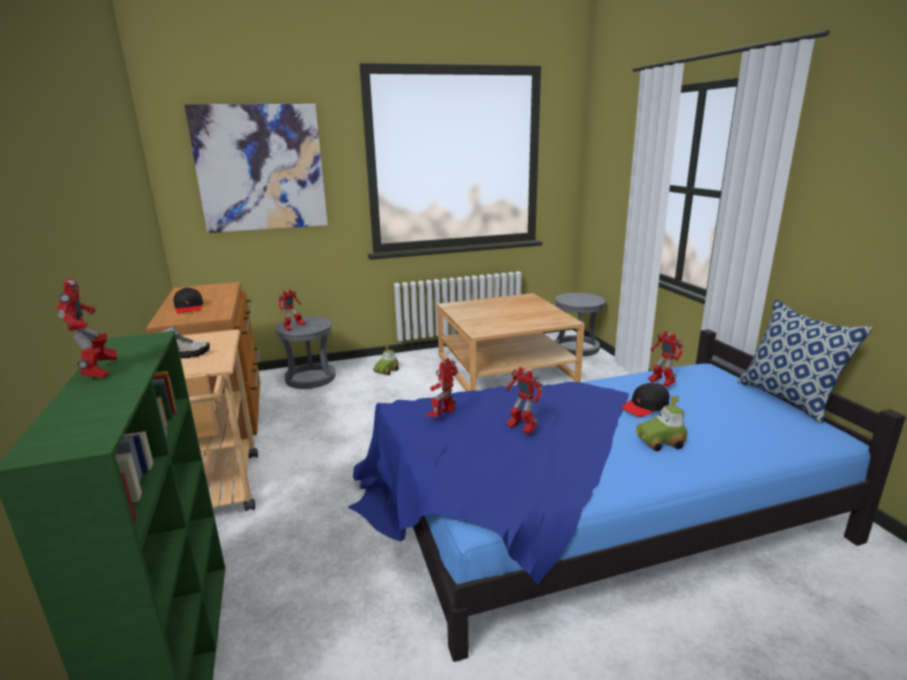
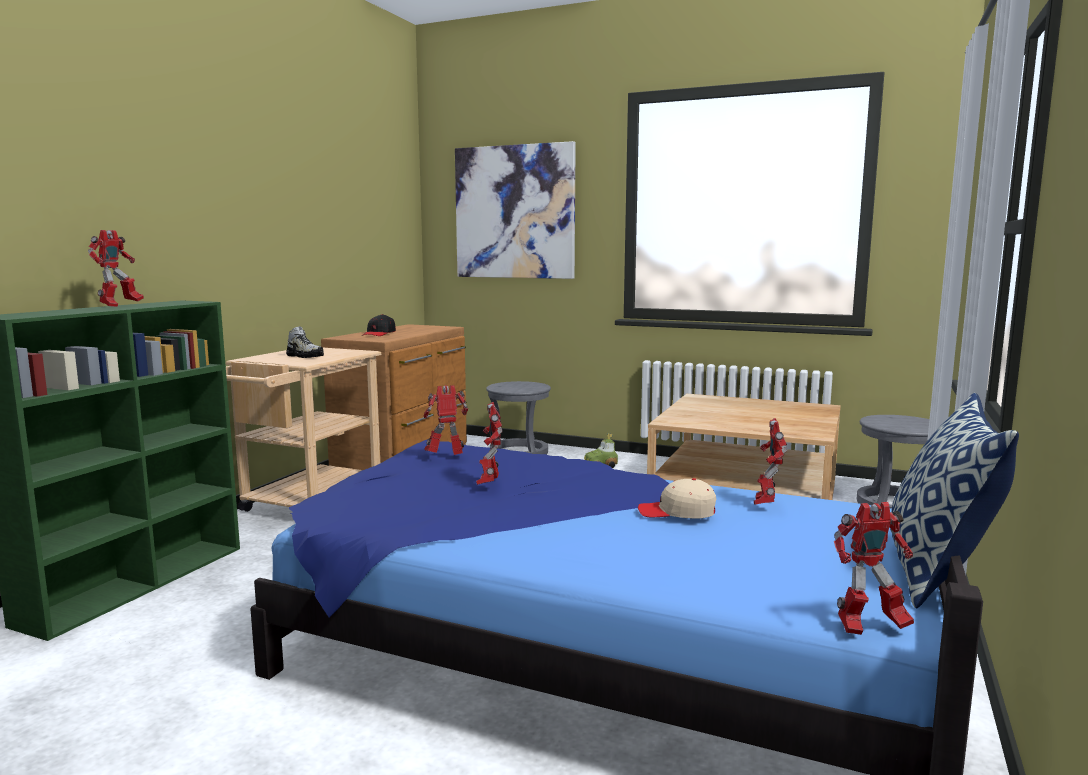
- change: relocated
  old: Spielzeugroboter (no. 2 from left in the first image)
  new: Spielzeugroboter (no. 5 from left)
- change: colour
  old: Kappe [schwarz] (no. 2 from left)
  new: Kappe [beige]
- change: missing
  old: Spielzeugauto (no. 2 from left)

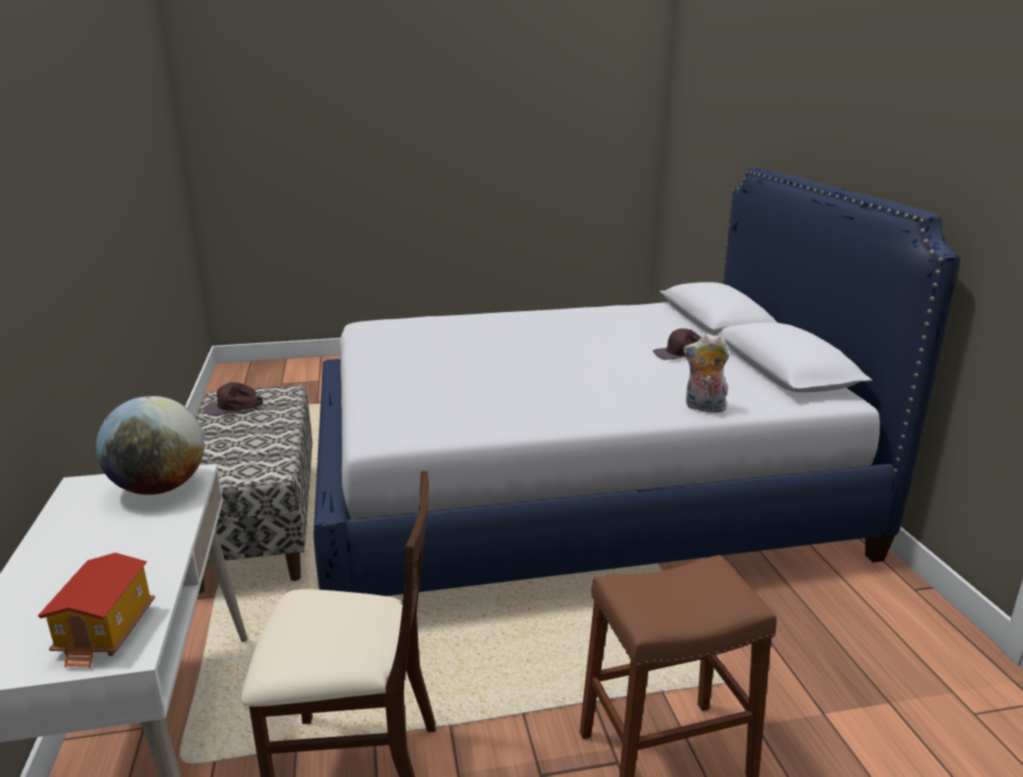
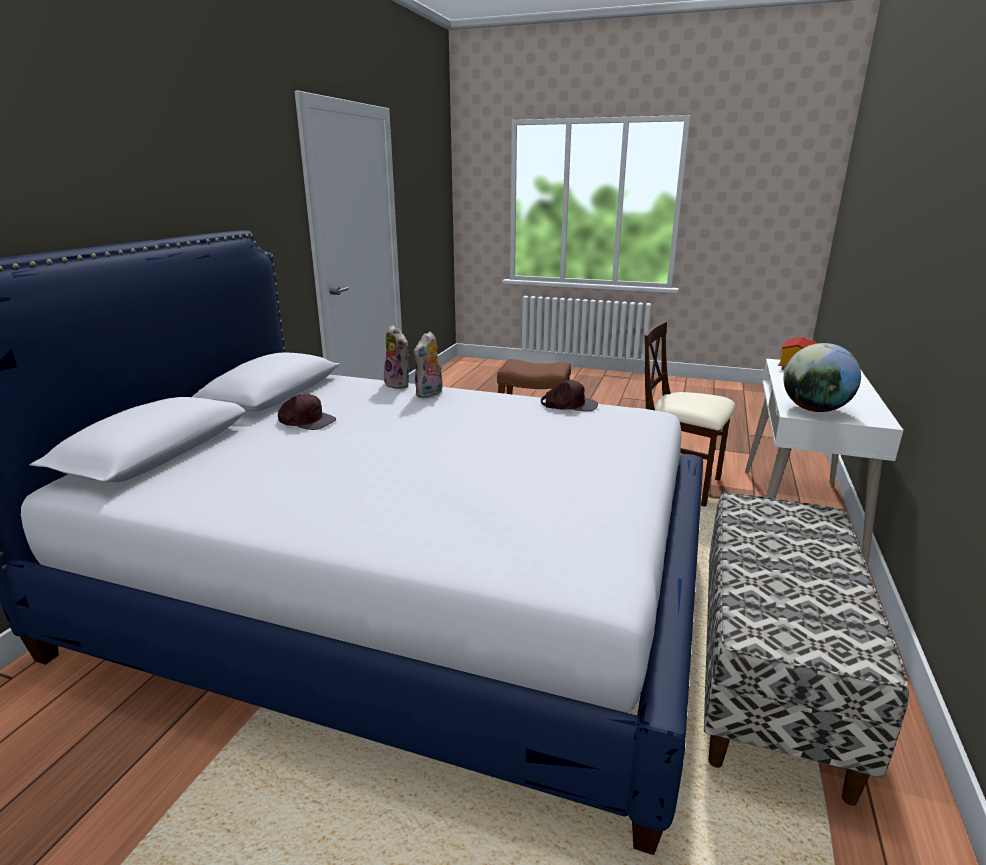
- change: relocated
  old: Kappe [braun] (no. 1 from left in the first image)
  new: Kappe [braun] (no. 2 from left)
- change: appeared
  new: Plüschtier (no. 2 from left)

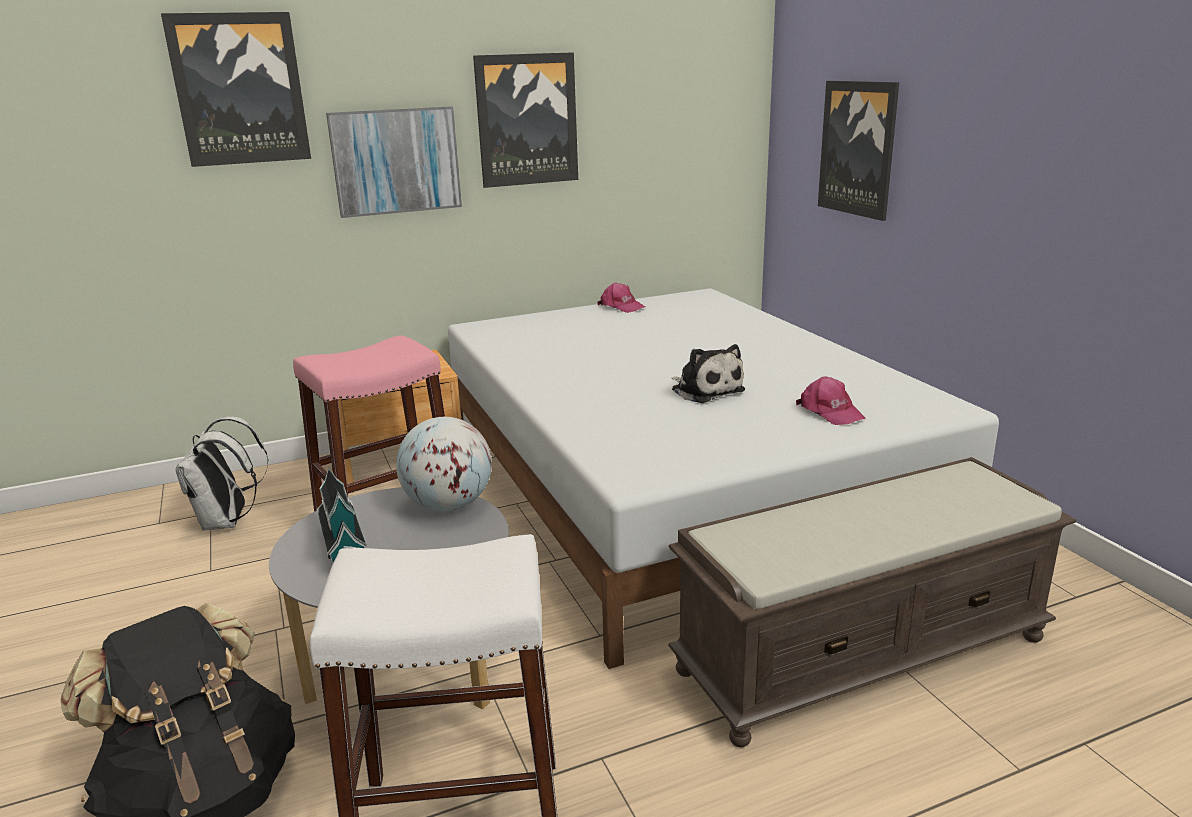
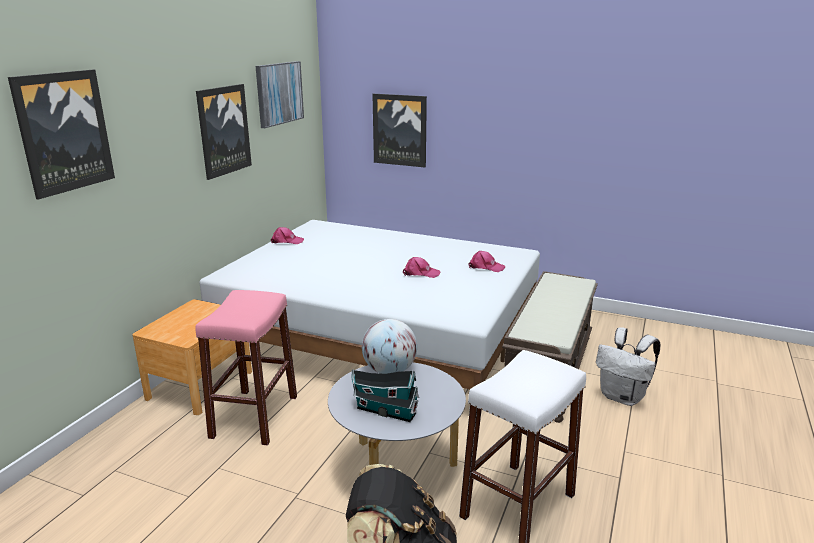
- change: relocated
  old: Rucksack [weiß]
- change: relocated
  old: Bild (no. 2 from left in the first image)
  new: Bild (no. 3 from left)
- change: exchanged
  old: Plüschtier
  new: Kappe [rosa] (no. 2 from left)

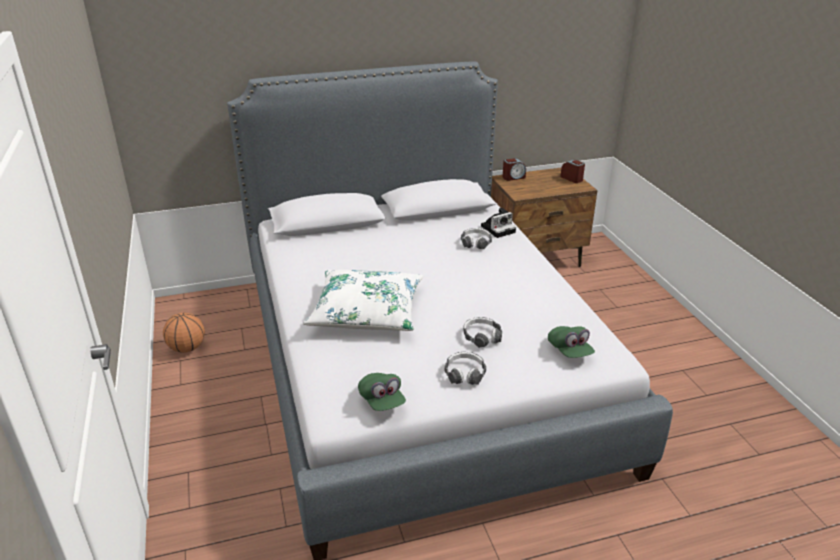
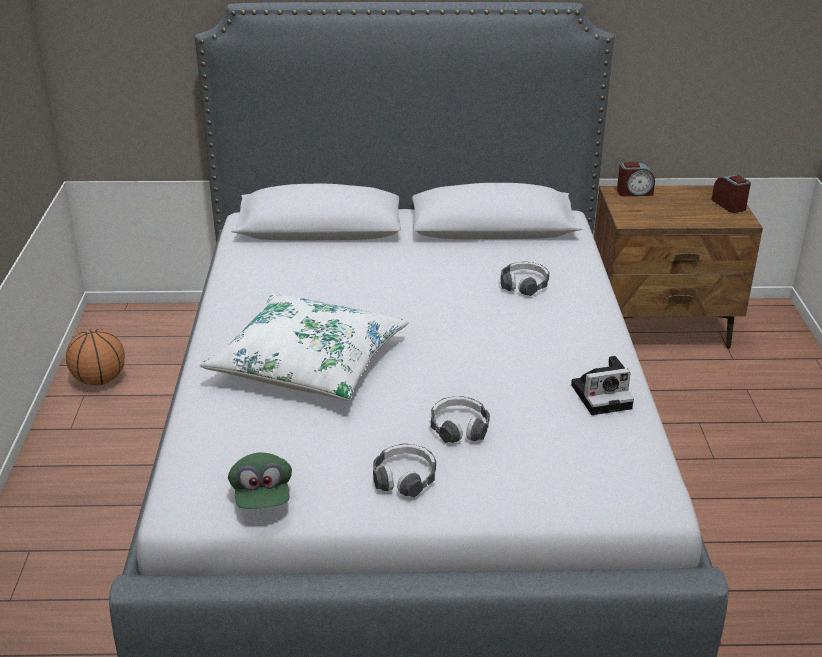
- change: relocated
  old: Kamera
- change: missing
  old: Kappe [grün] (no. 2 from left)

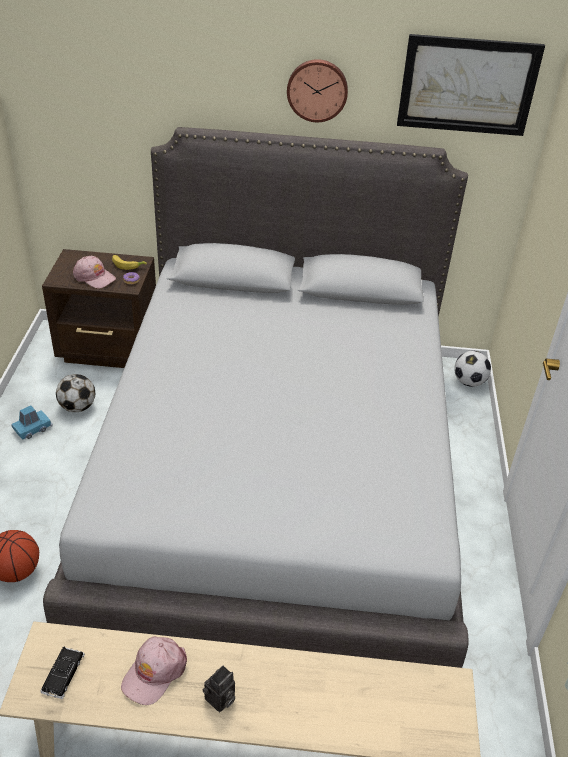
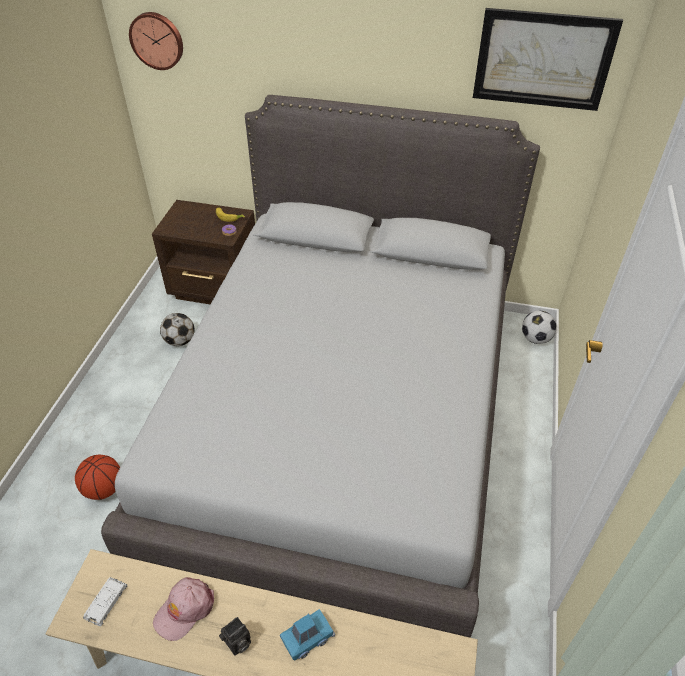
- change: relocated
  old: Spielzeugauto [blau]
- change: colour
  old: Spielzeugauto [schwarz]
  new: Spielzeugauto [weiß]
- change: missing
  old: Kappe [rosa] (no. 1 from left)
- change: relocated
  old: Wanduhr

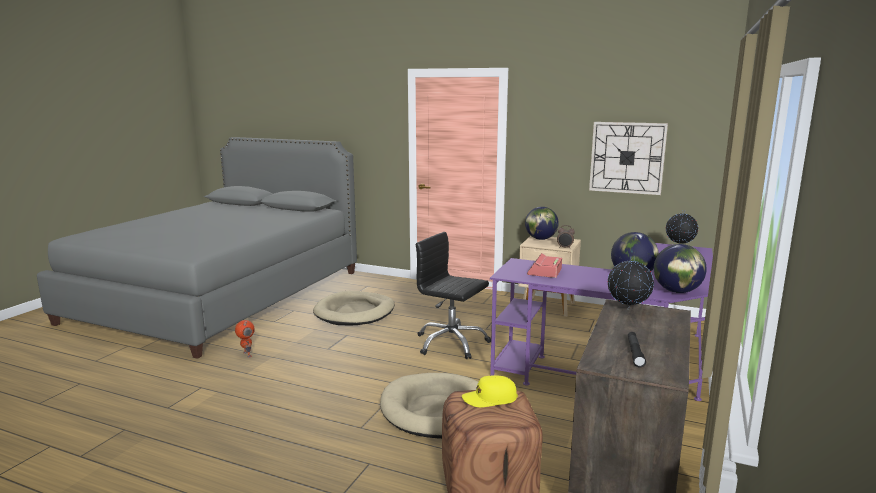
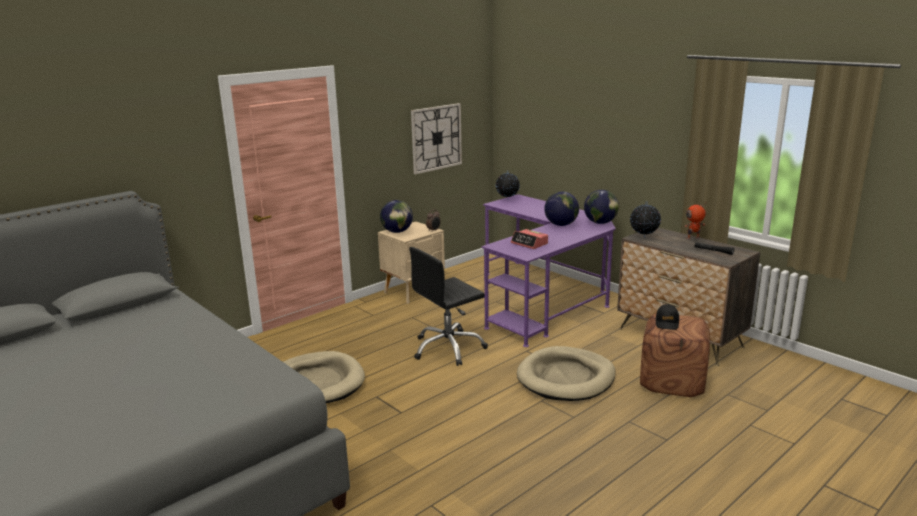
- change: relocated
  old: Spielzeugroboter
- change: colour
  old: Kappe [gelb]
  new: Kappe [schwarz]

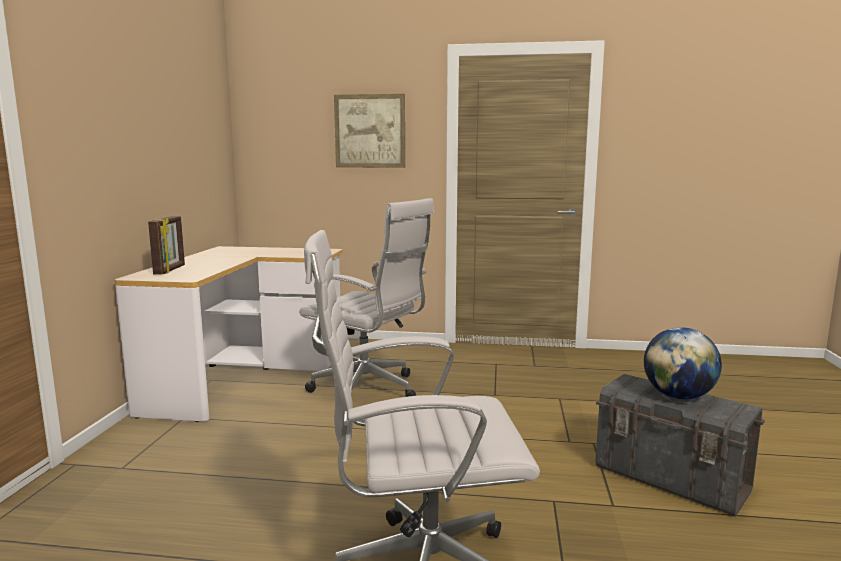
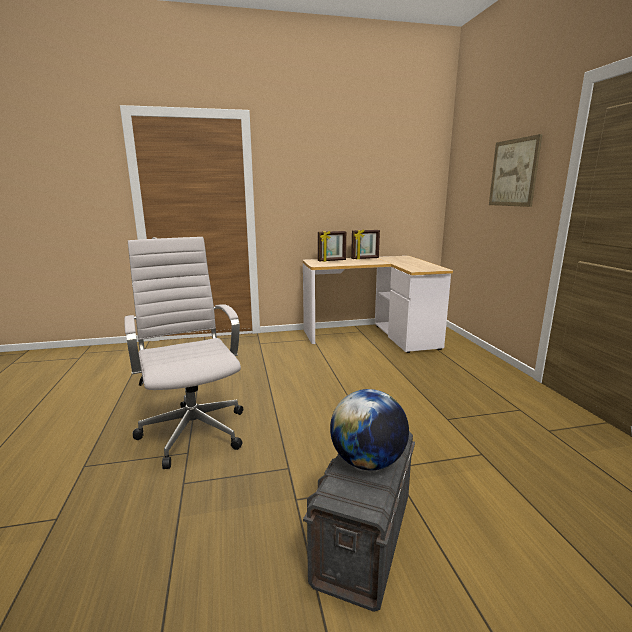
- change: missing
  old: Bürostuhl [weiß] (no. 1 from left)
- change: appeared
  new: Bilderrahmen (no. 2 from left)

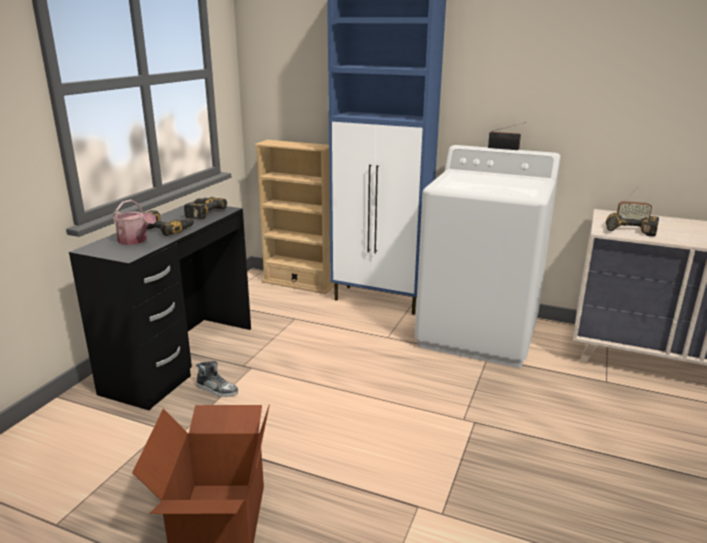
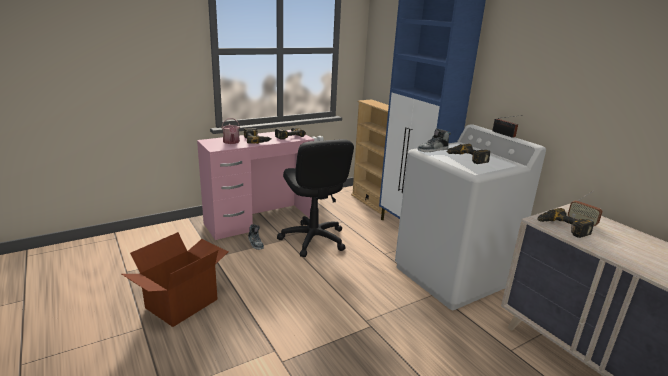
- change: colour
  old: Schreibtisch [schwarz]
  new: Schreibtisch [rosa]
- change: appeared
  new: Bürostuhl [schwarz]
- change: appeared
  new: Schuh (no. 2 from left)
- change: appeared
  new: Bohrmaschine (no. 3 from left)

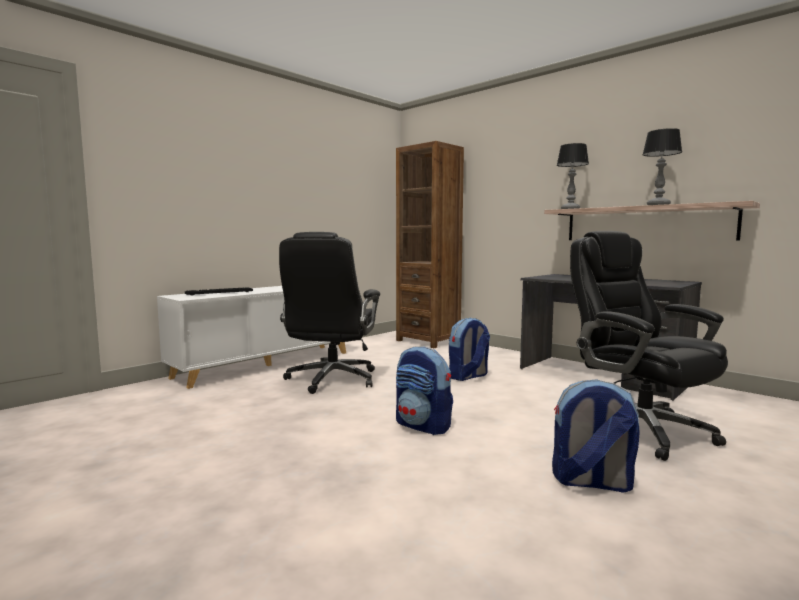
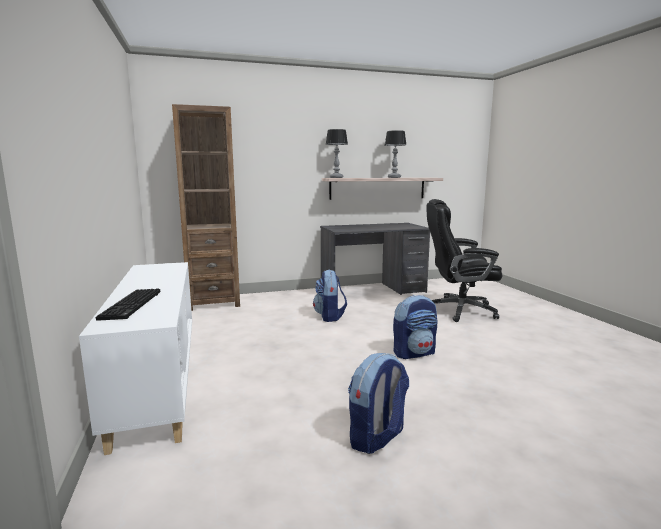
- change: missing
  old: Bürostuhl [schwarz] (no. 1 from left)
- change: relocated
  old: Rucksack (no. 3 from left in the first image)
  new: Rucksack (no. 2 from left)

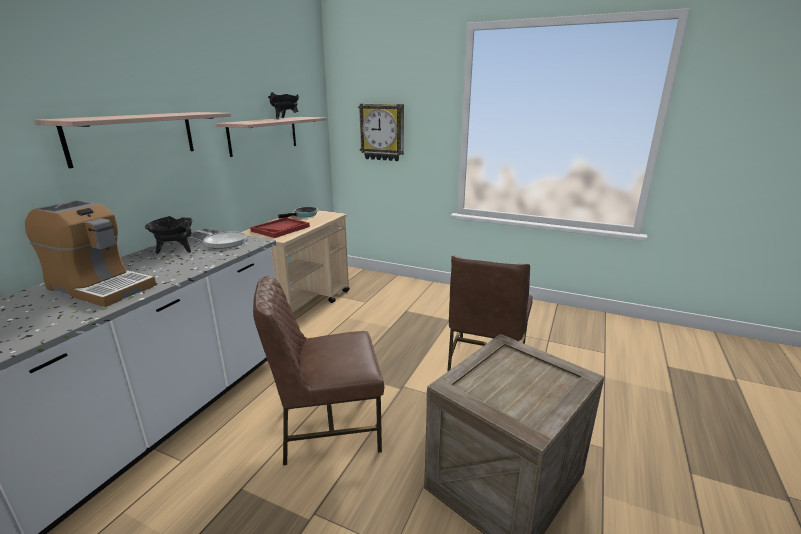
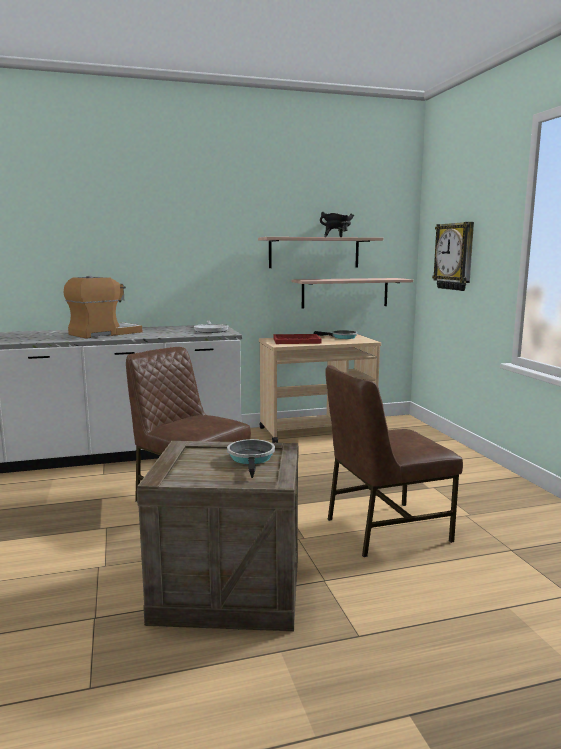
- change: spun
  old: Kaffeemaschine
  degrees: -120
- change: relocated
  old: Wandregal (no. 1 from left in the first image)
  new: Wandregal (no. 2 from left)
- change: missing
  old: Kochtopf [schwarz] (no. 1 from left)
- change: appeared
  new: Pfanne (no. 2 from left)

